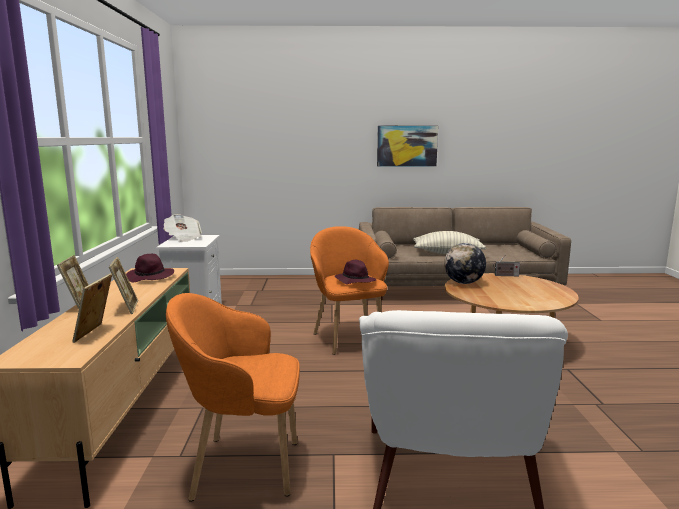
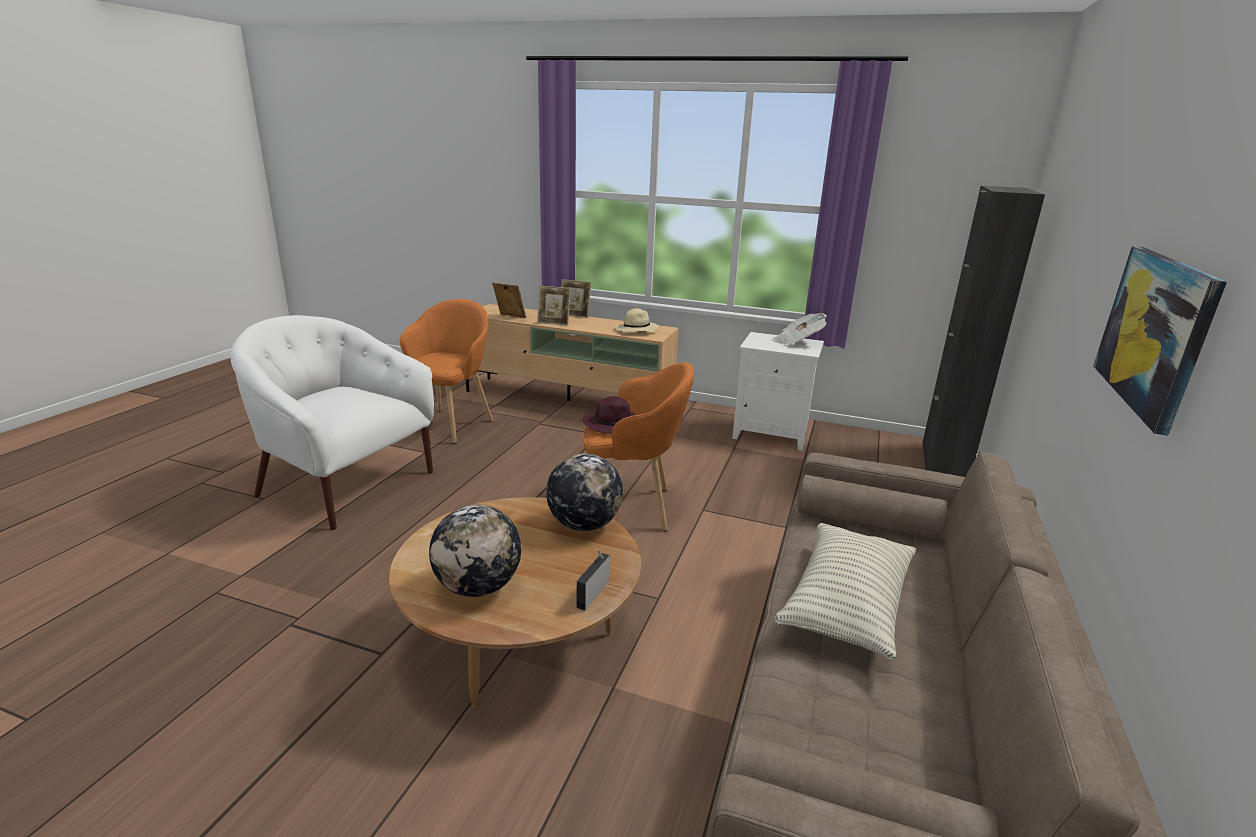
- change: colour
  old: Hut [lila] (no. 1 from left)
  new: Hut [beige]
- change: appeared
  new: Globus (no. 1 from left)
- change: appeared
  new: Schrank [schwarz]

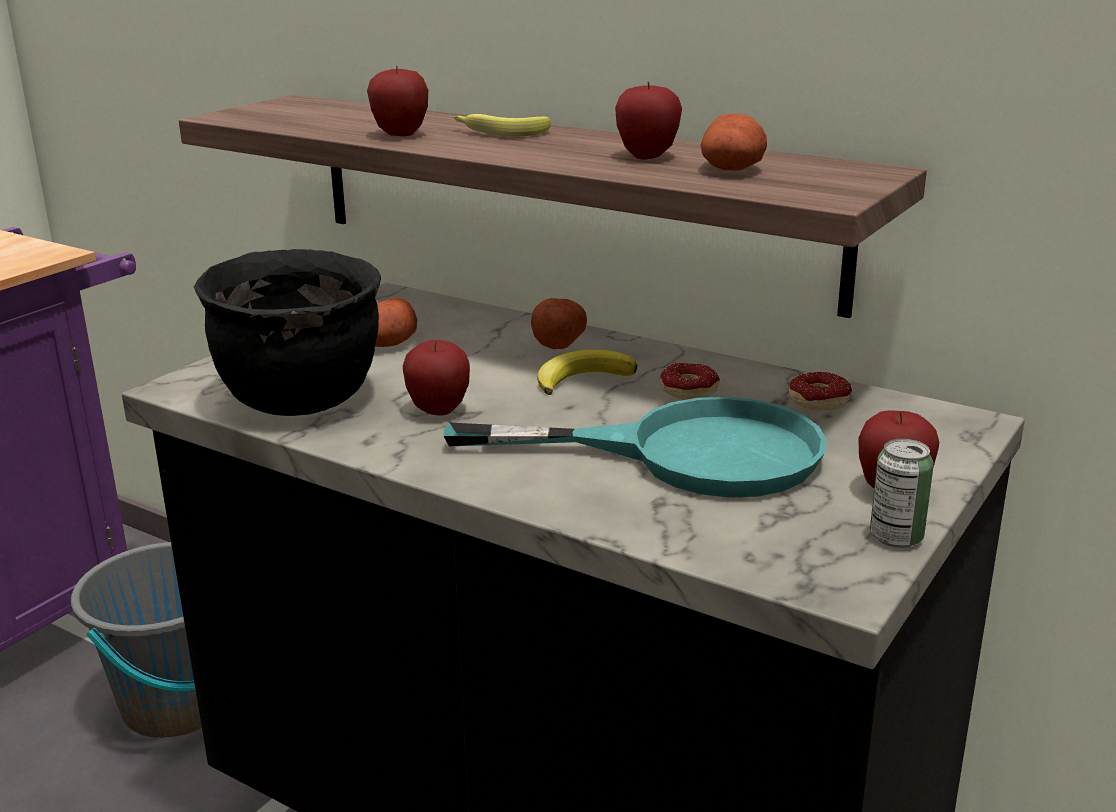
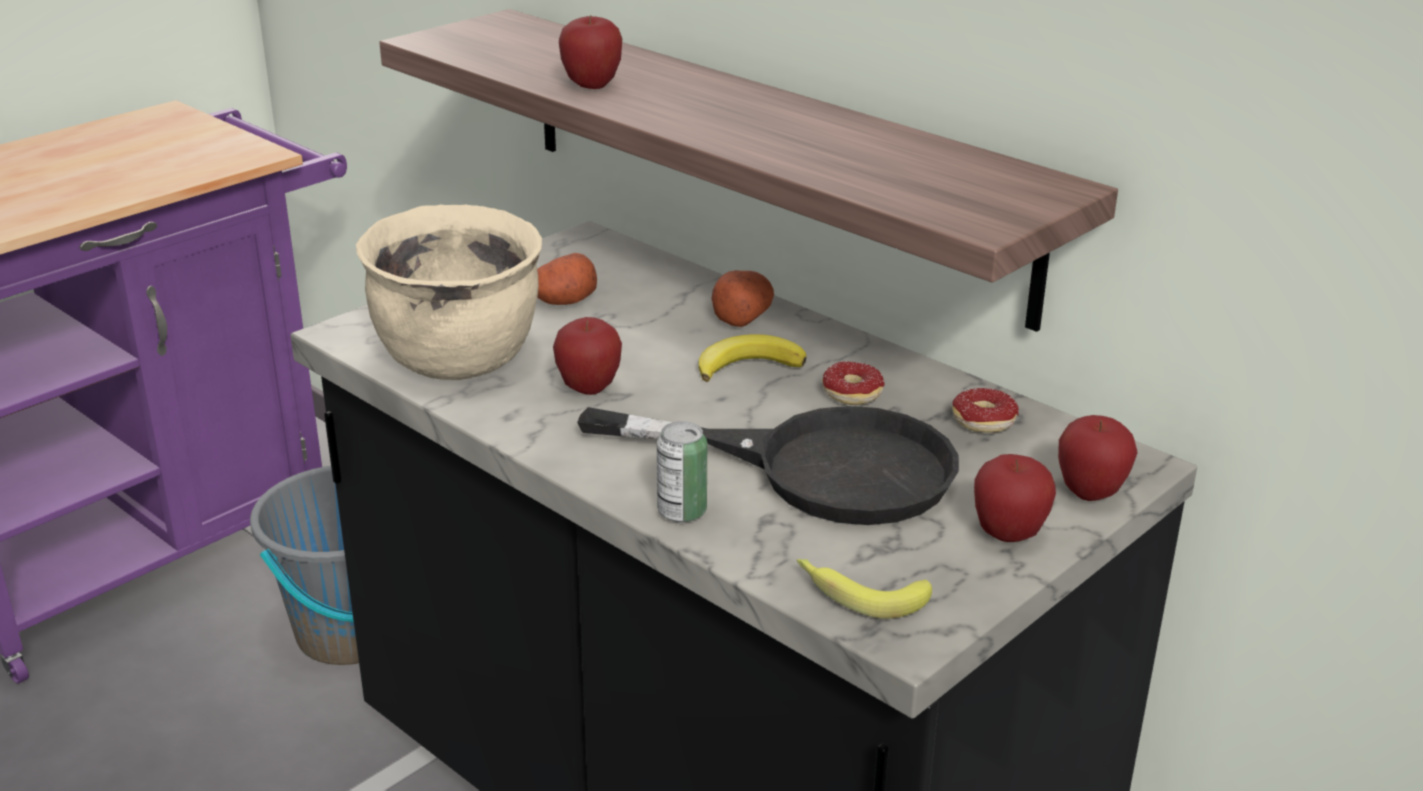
- change: colour
  old: Kochtopf [schwarz]
  new: Kochtopf [beige]
- change: colour
  old: Pfanne [türkis]
  new: Pfanne [schwarz]
- change: relocated
  old: Banane (no. 1 from left in the first image)
  new: Banane (no. 2 from left)
- change: relocated
  old: Apfel (no. 3 from left in the first image)
  new: Apfel (no. 4 from left)
- change: missing
  old: Kartoffel (no. 3 from left)
- change: relocated
  old: Dose

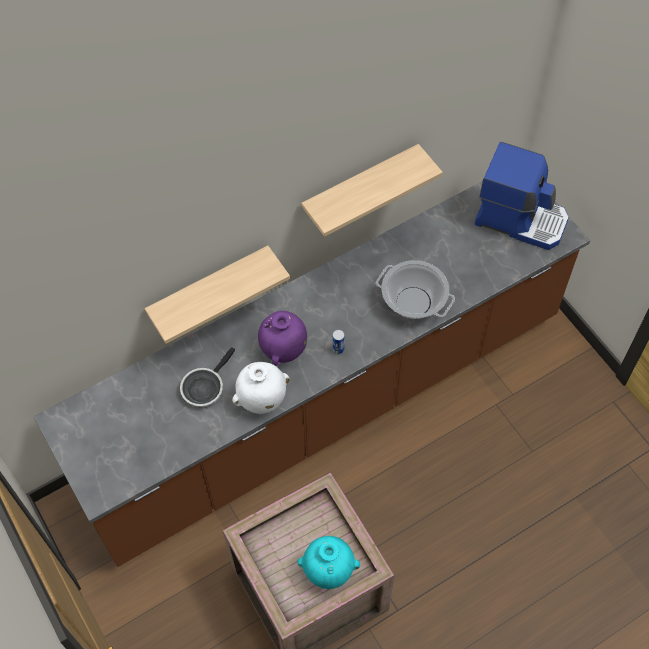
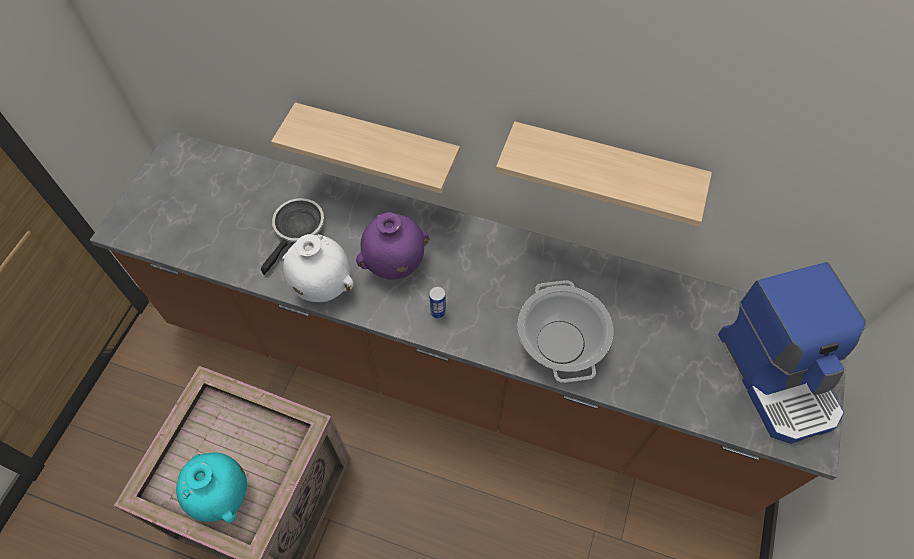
- change: spun
  old: Pfanne
  degrees: 120

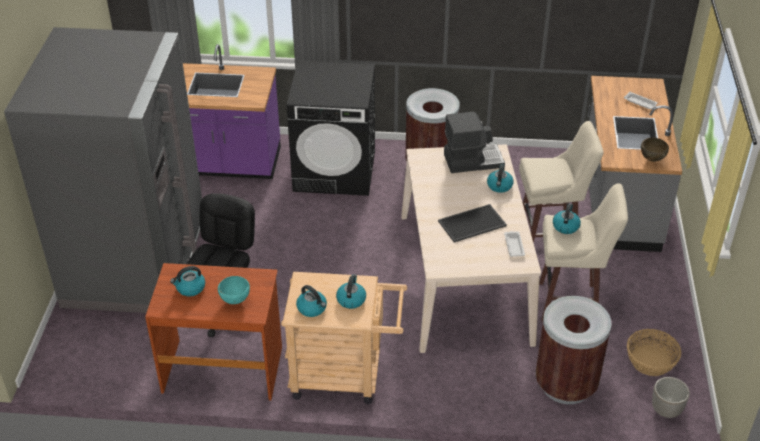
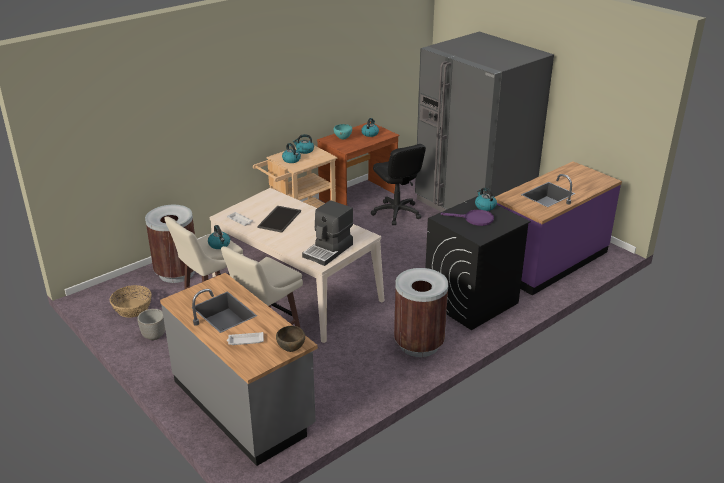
- change: relocated
  old: Wasserkessel (no. 4 from left in the first image)
  new: Wasserkessel (no. 5 from left)
- change: relocated
  old: Schüssel [braun]
- change: relocated
  old: Pflanzkübel
- change: appeared
  new: Pfanne [lila]

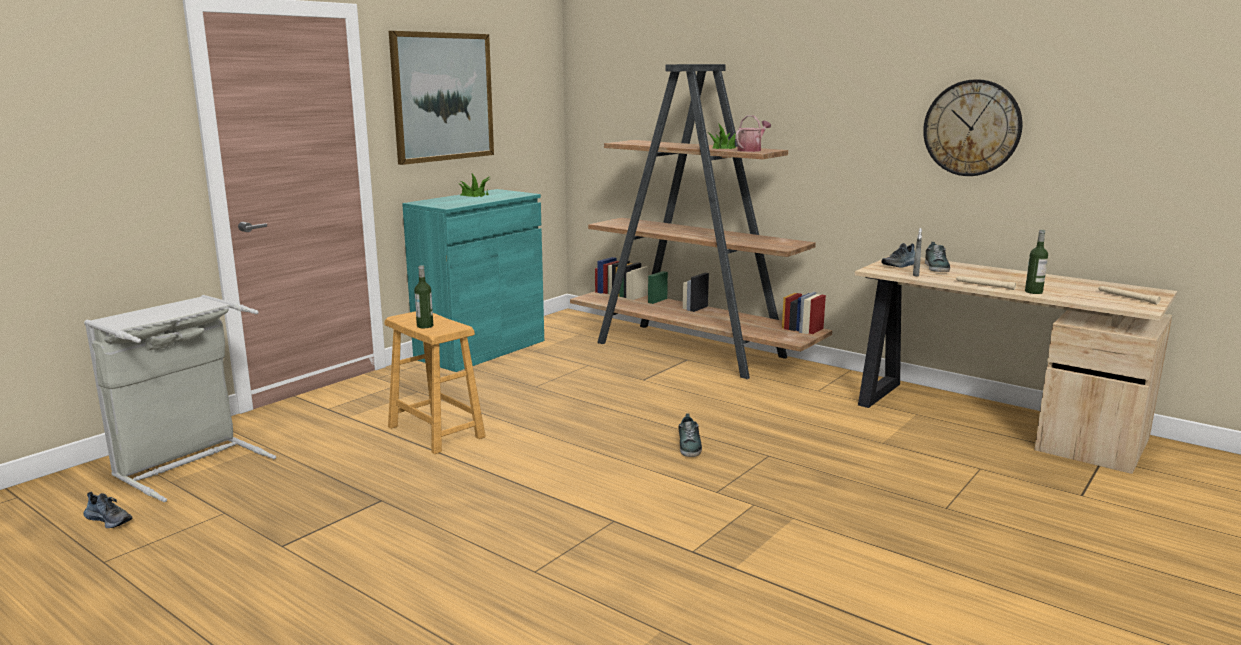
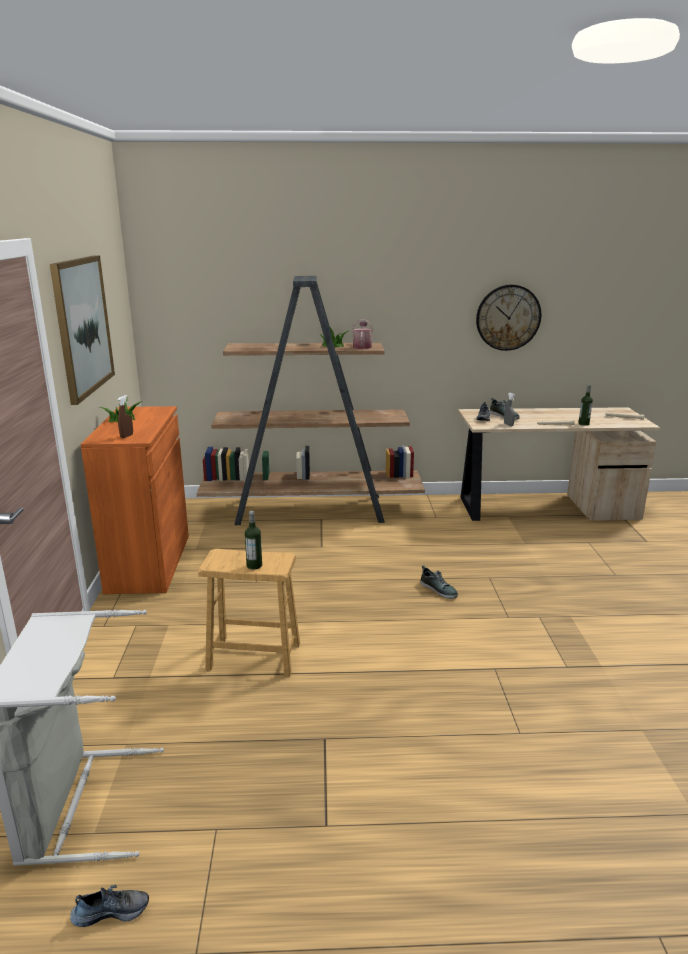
- change: colour
  old: Schrank [türkis]
  new: Schrank [orange]
- change: appeared
  new: Sprühflasche [braun]

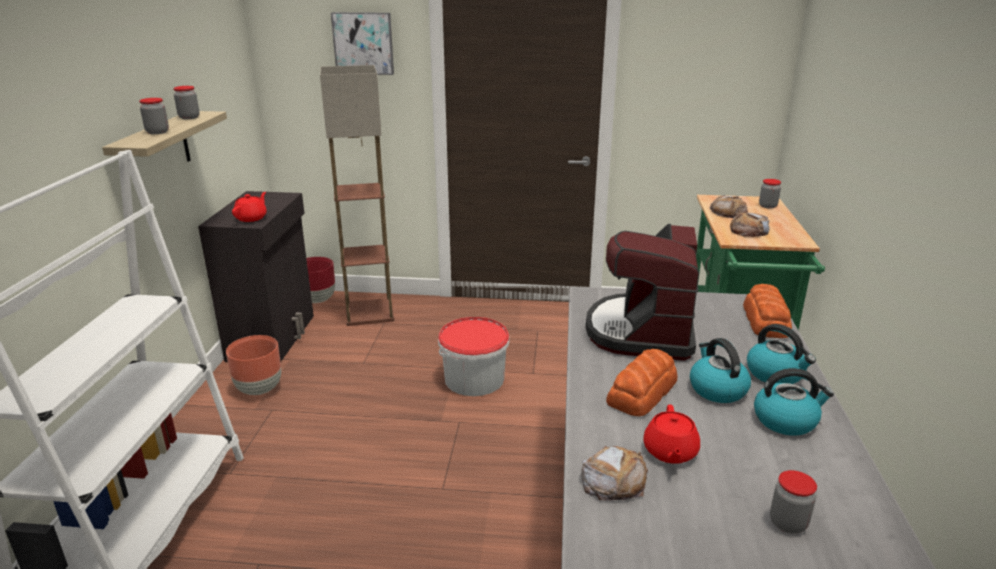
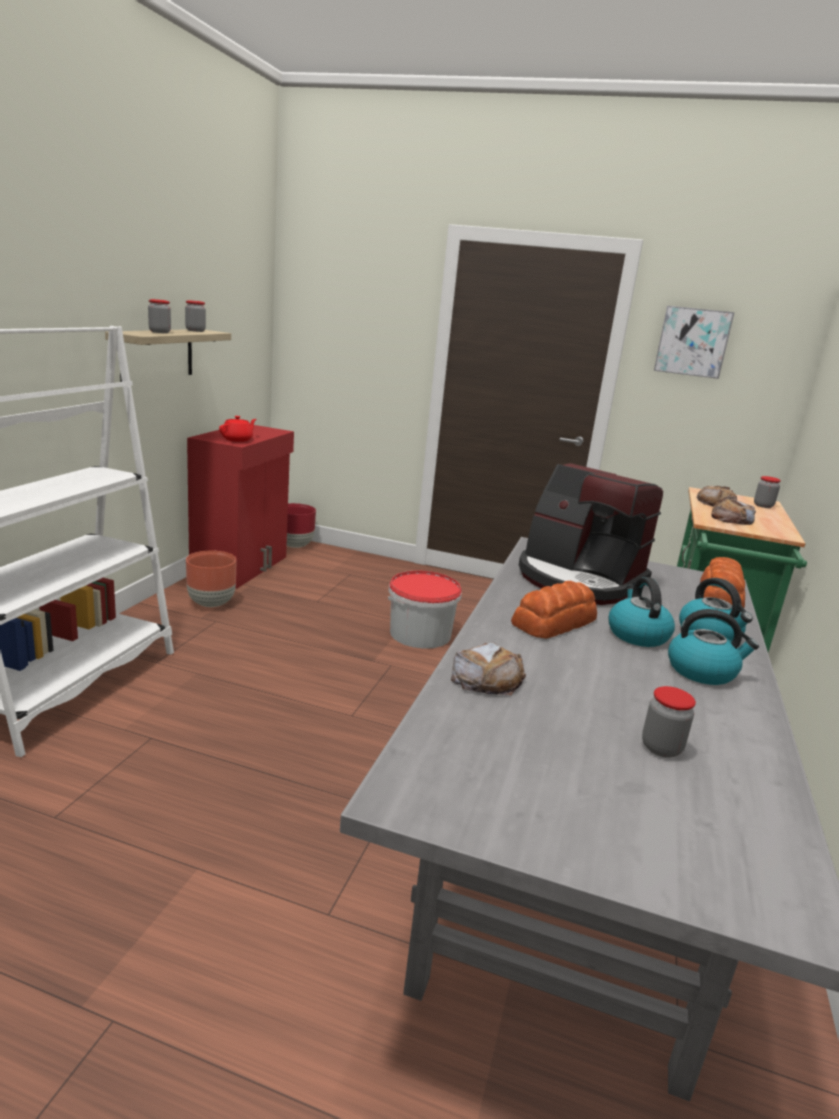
- change: colour
  old: Schrank [schwarz]
  new: Schrank [rot]
- change: missing
  old: Stehlampe
- change: relocated
  old: Bild
- change: spun
  old: Kaffeemaschine
  degrees: -75
- change: missing
  old: Teekanne [rot] (no. 2 from left)

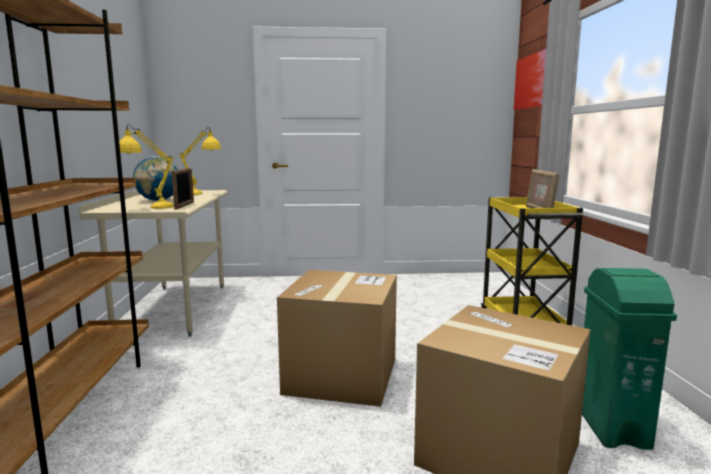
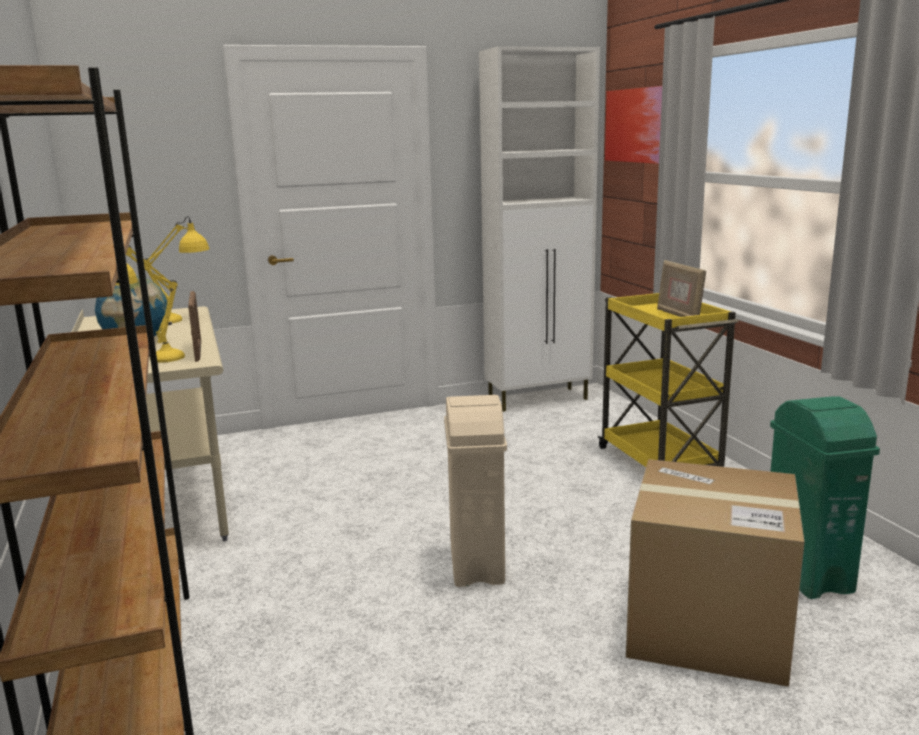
- change: exchanged
  old: Karton (no. 1 from left)
  new: Mülleimer [beige]
- change: appeared
  new: Schrank [weiß]

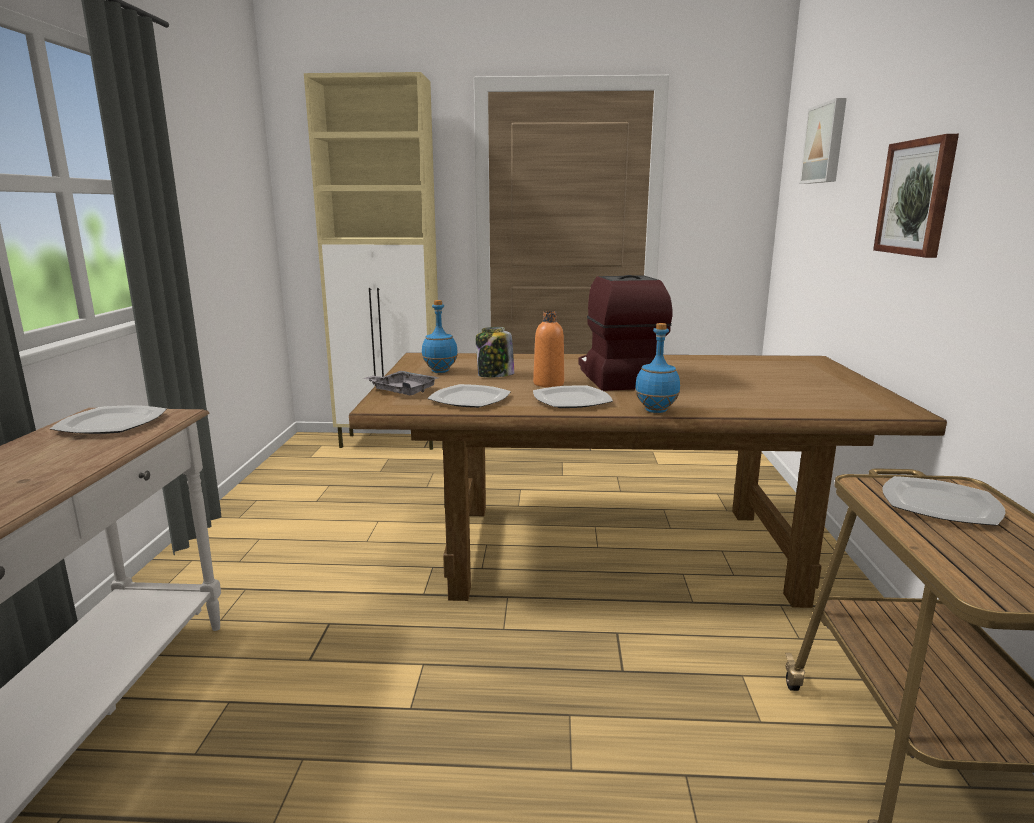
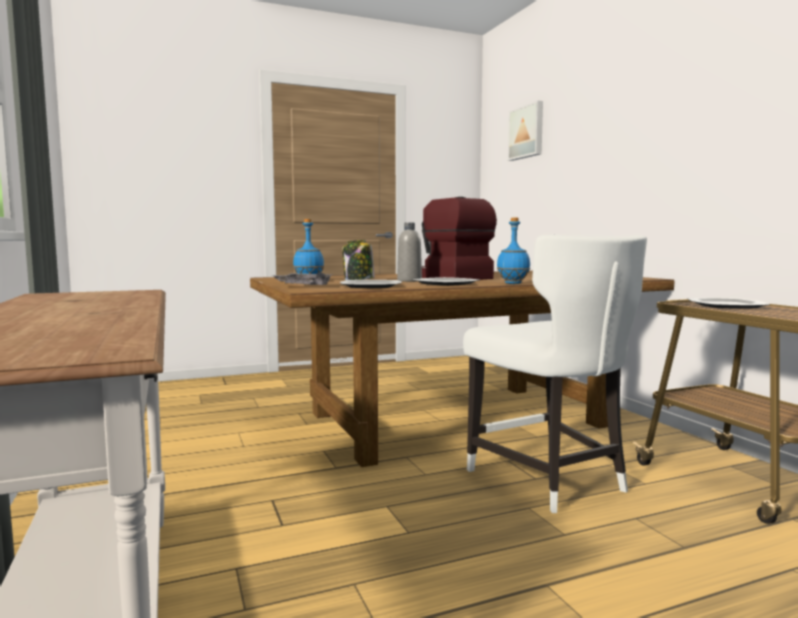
- change: missing
  old: Teller (no. 1 from left)
- change: missing
  old: Schrank [beige]
- change: colour
  old: Flasche [orange]
  new: Flasche [grau]
- change: missing
  old: Bild (no. 2 from left)
- change: appeared
  new: Stuhl [weiß]

